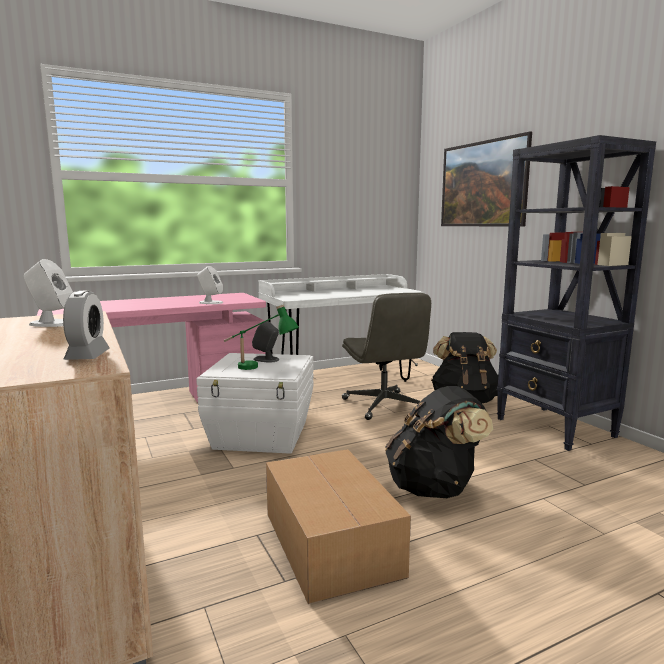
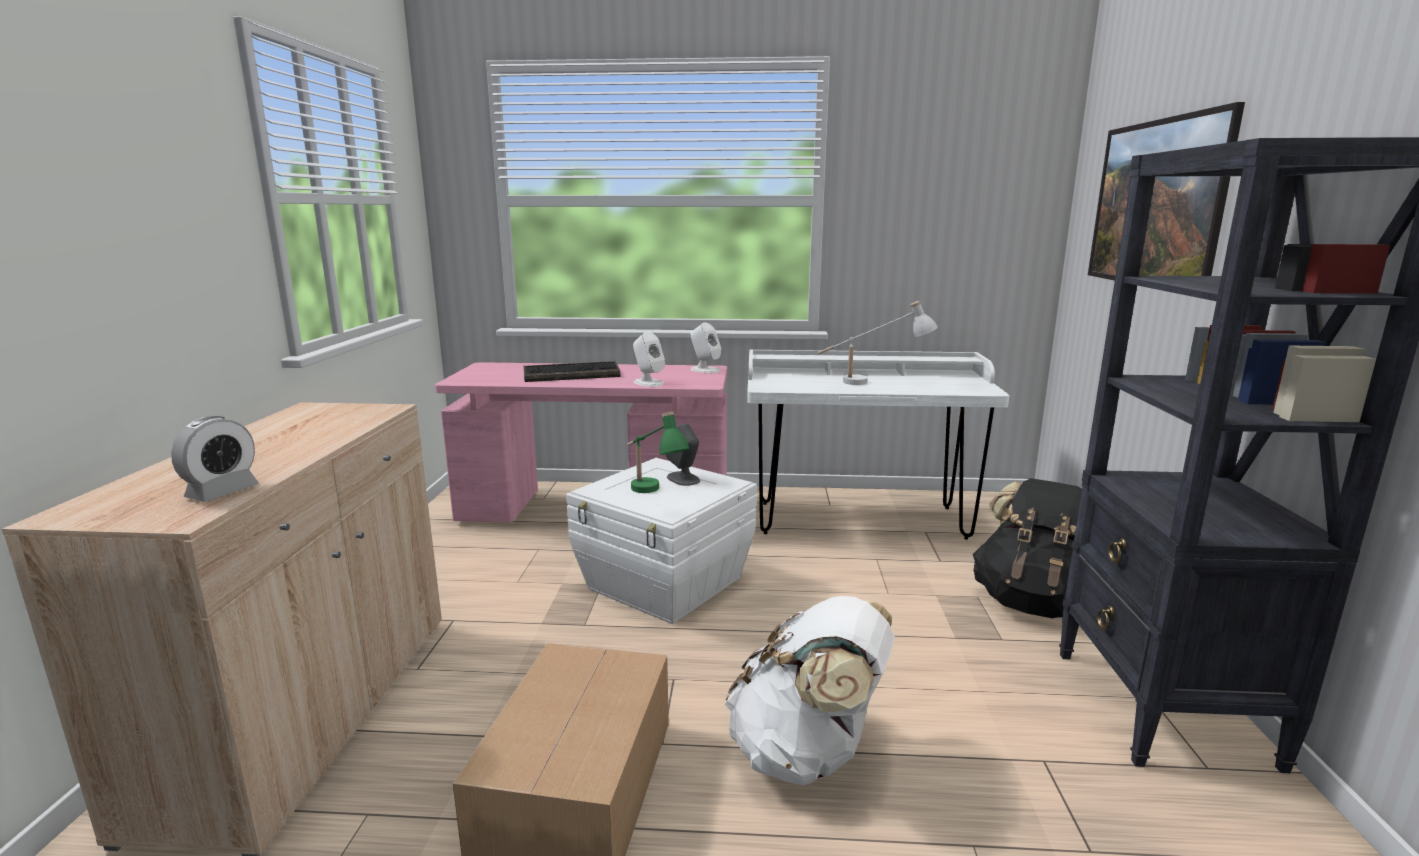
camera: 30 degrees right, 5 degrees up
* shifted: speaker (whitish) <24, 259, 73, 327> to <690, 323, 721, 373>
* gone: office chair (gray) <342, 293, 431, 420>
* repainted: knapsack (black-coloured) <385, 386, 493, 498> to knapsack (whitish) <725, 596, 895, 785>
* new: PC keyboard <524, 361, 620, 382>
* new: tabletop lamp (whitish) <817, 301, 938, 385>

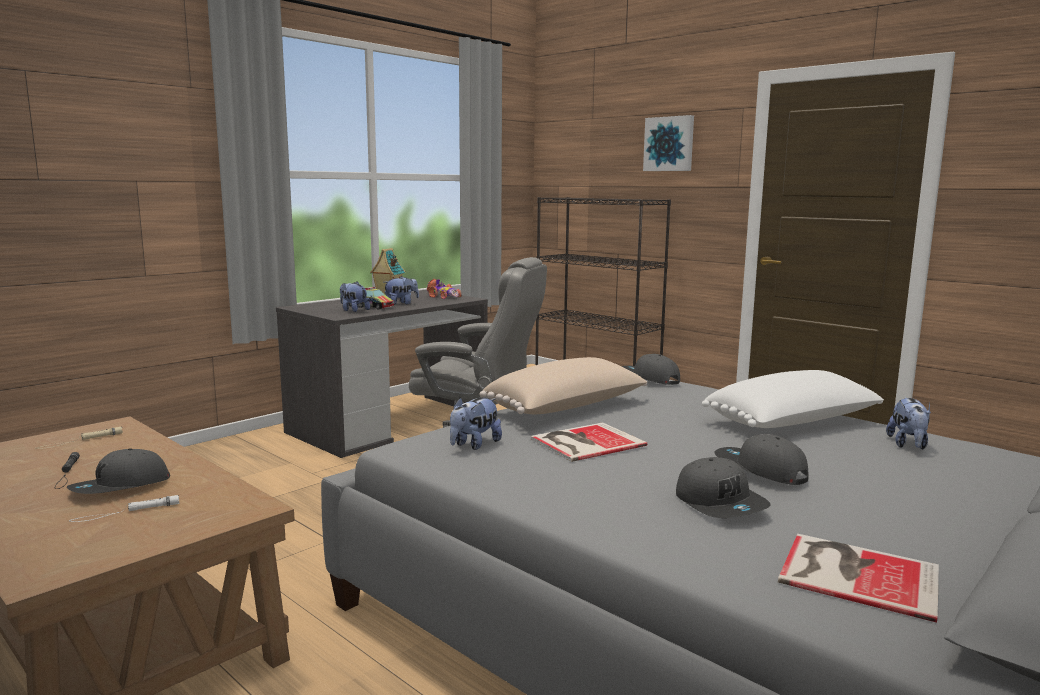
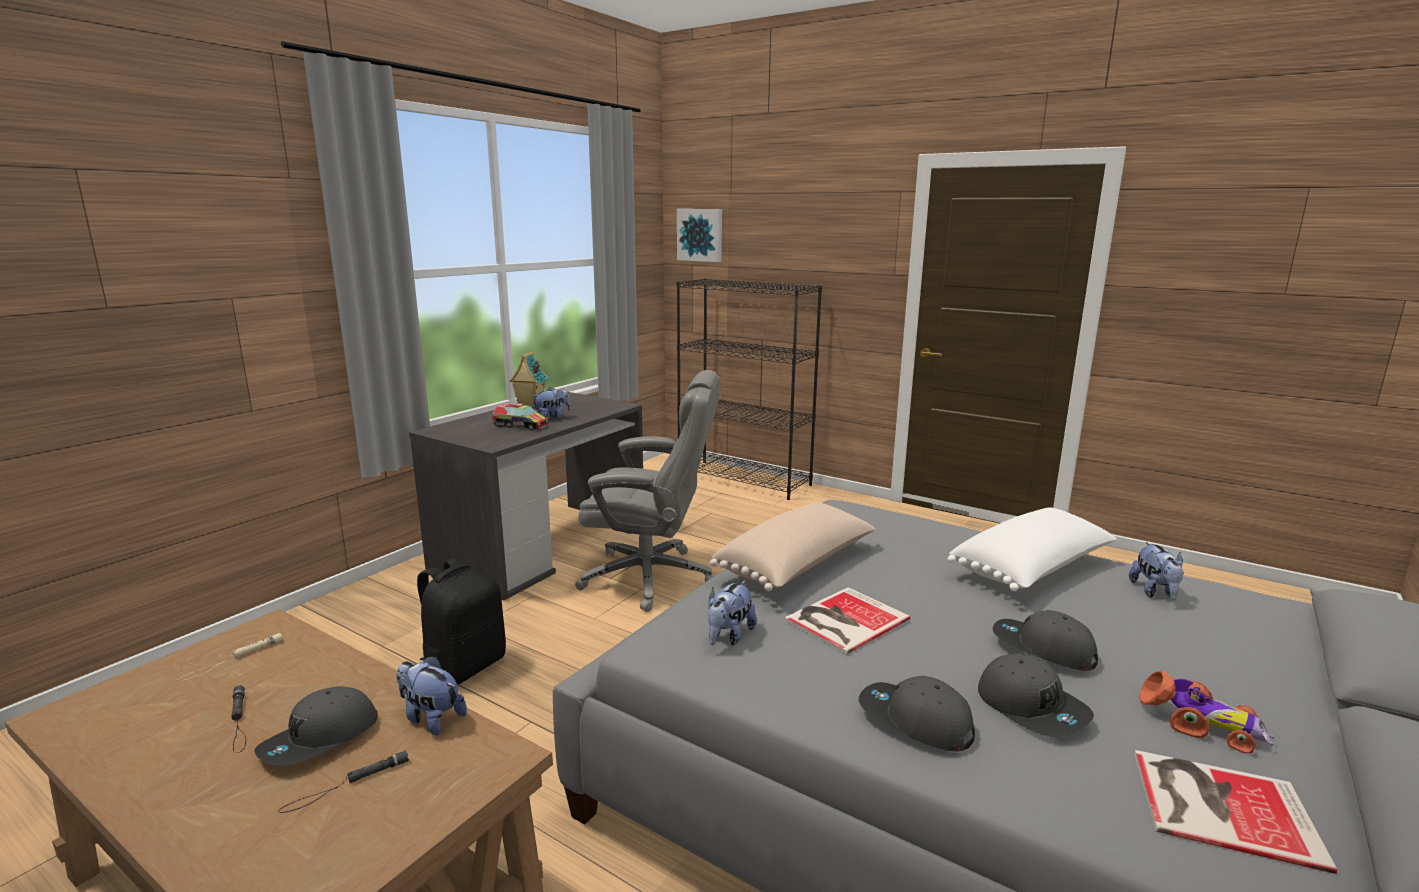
camera: 10 degrees left, 5 degrees up
* repainted: flashlight (whitish) <69, 495, 180, 522> to flashlight (black-coloured) <278, 750, 409, 813>
* shifted: plush toy <340, 281, 370, 312> to <397, 656, 467, 735>
* shifted: toy car <427, 279, 461, 299> to <1139, 670, 1274, 753>
* shifted: baseball cap (gray) <621, 354, 680, 385> to <859, 676, 975, 752>
* shifted: wall picture <643, 115, 694, 171> to <677, 209, 722, 262>
* new: knapsack (black-coloured) <417, 558, 506, 685>

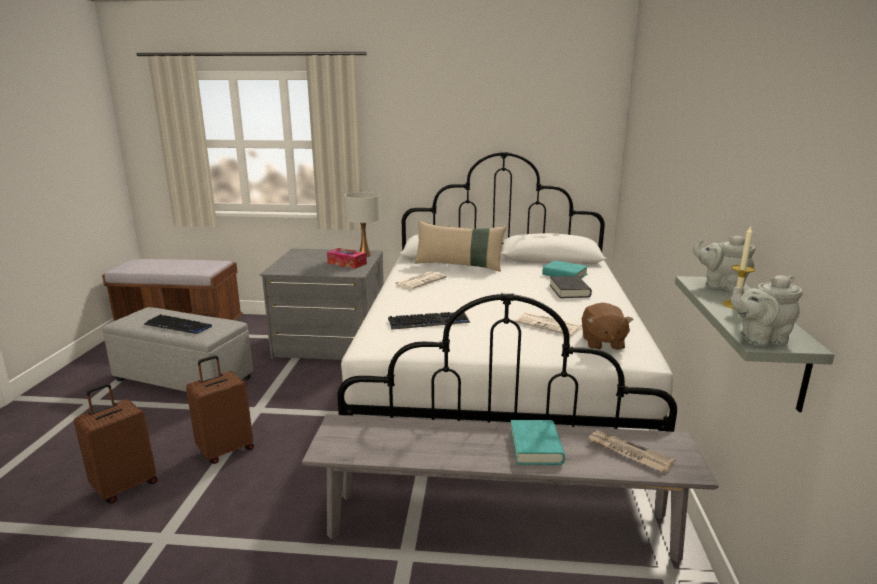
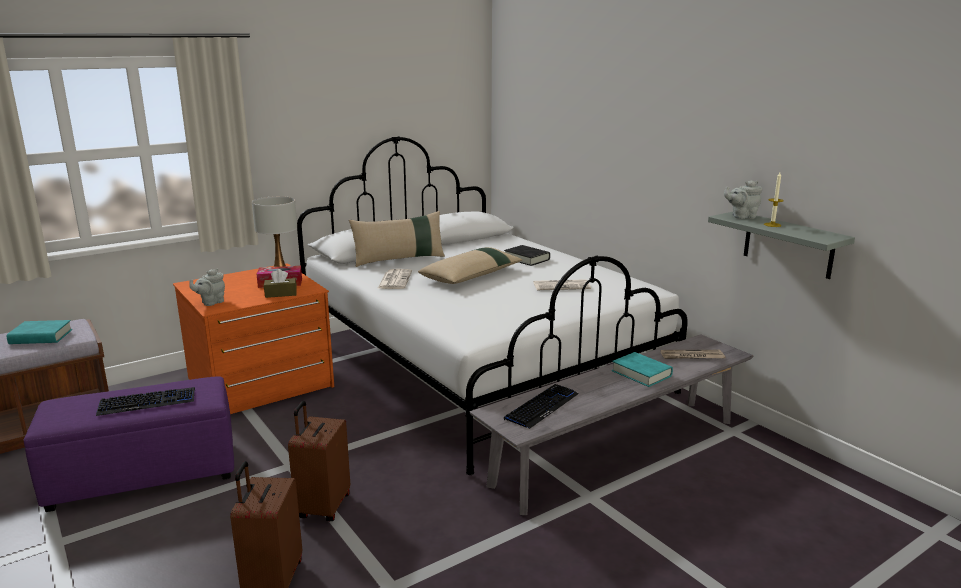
camera: 40 degrees left, 0 degrees up
* repainted: pouffe (gray) <102, 307, 253, 392> to pouffe (purple-coloured) <24, 376, 234, 512>
* repainted: chest of drawers (gray) <260, 248, 384, 360> to chest of drawers (orangey) <173, 263, 334, 414>
* shifted: PC keyboard <388, 312, 470, 330> to <504, 384, 578, 429>
* shifted: volume (turquoise) <542, 260, 588, 278> to <7, 320, 72, 344>
* gone: plush toy (brownish) <582, 303, 633, 350>
* shifted: pot for tea (gray) <731, 275, 803, 346> to <189, 269, 225, 306>
* new: box of tissues (brownish) <264, 269, 297, 298>
* new: pillow (beige) <418, 247, 522, 284>

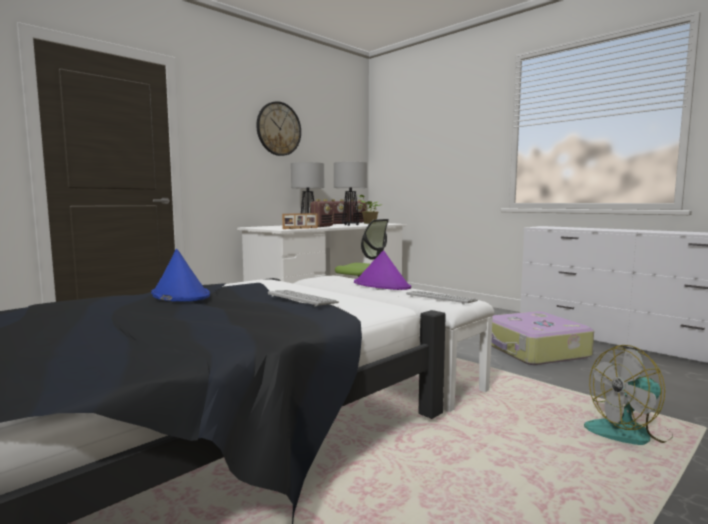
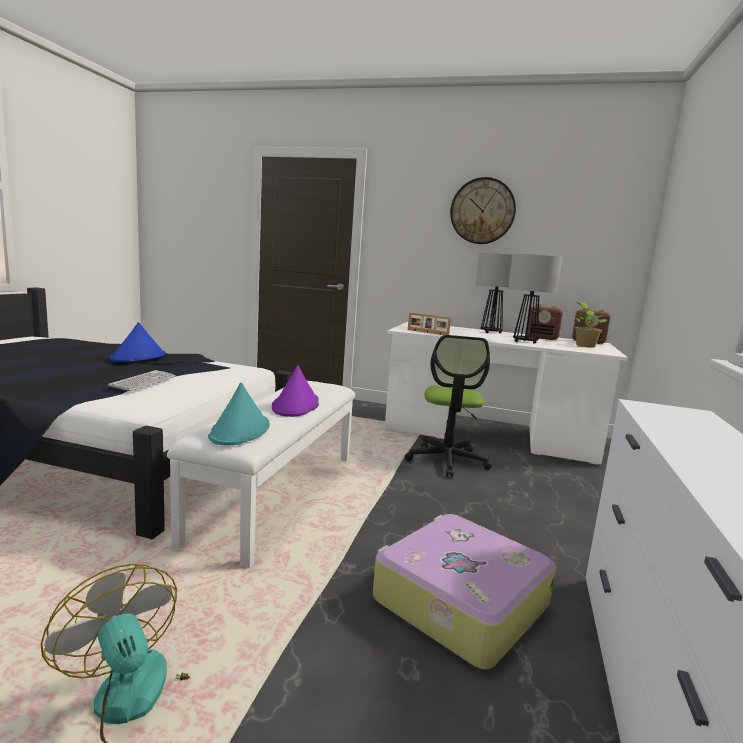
camera: 60 degrees right, 5 degrees up
* gone: radio receiver <310, 199, 333, 227>
* swapped: PC keyboard <406, 291, 478, 304> to hat (turquoise) <208, 383, 269, 446>

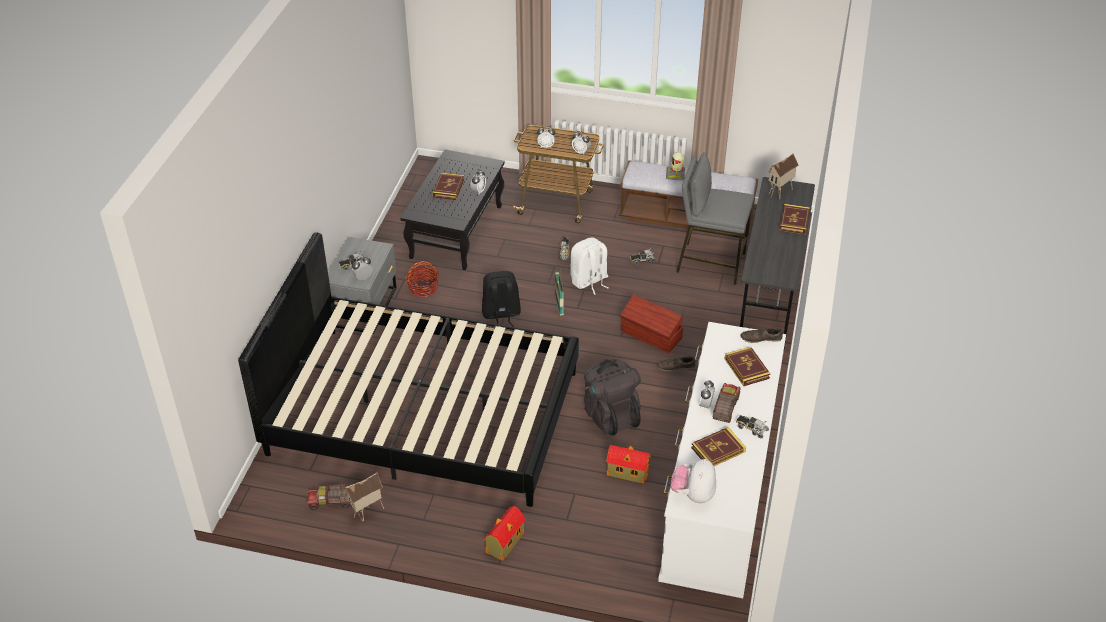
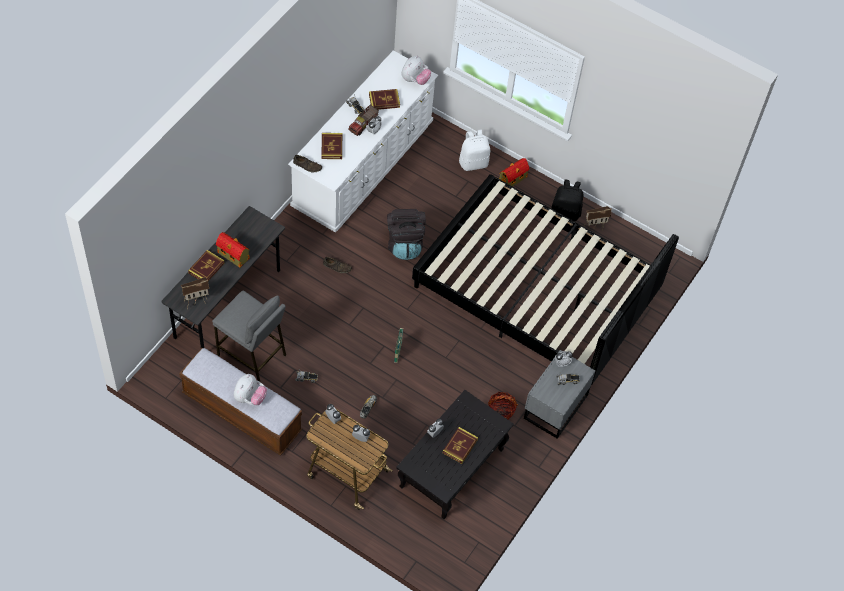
camera: 165 degrees left, 15 degrees up
* gone: toy truck <307, 484, 353, 510>
* shifted: knapsack (black-coloured) <482, 271, 521, 327> to <551, 179, 583, 221>
* shifted: knapsack (whitish) <570, 237, 609, 295> to <459, 130, 490, 171>
* shifted: toy house <606, 445, 651, 484> to <216, 232, 250, 268>
* gone: storage bin (brownish) <620, 294, 684, 353>
* swapped: toy robot <666, 152, 685, 180> to plush toy <234, 374, 267, 405>

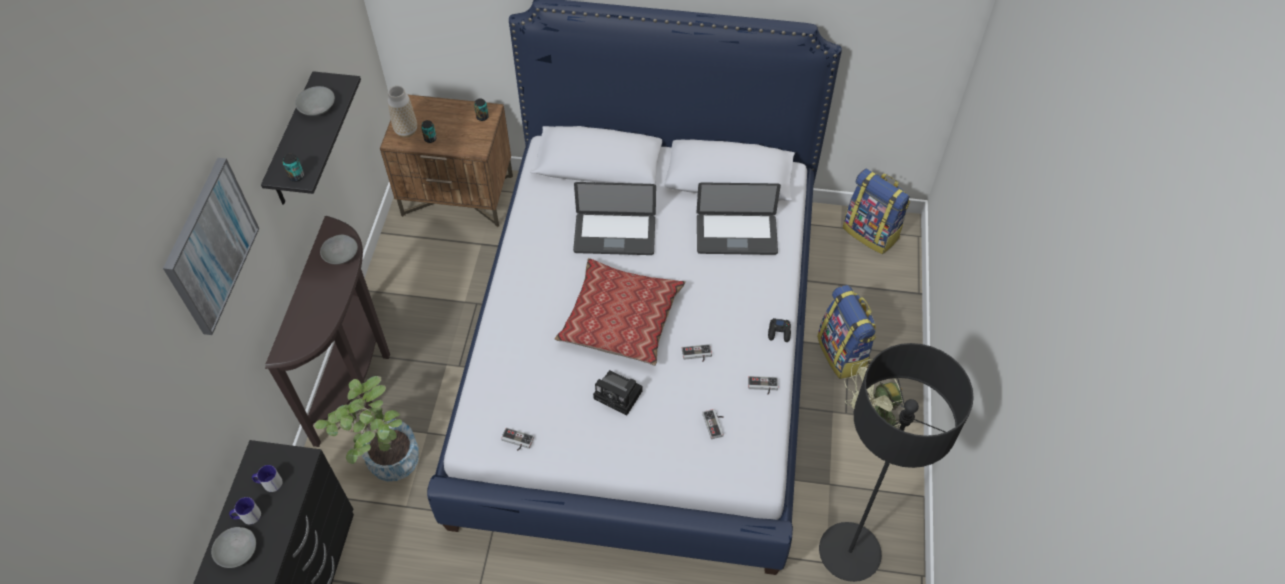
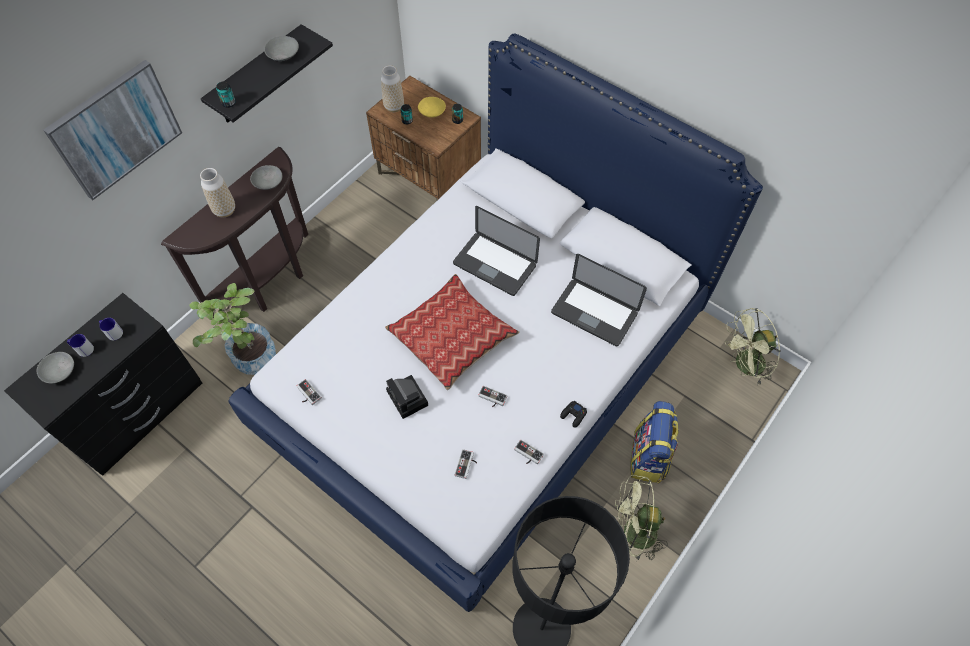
camera: 30 degrees right, 5 degrees up
* swapped: knapsack <843, 169, 910, 254> to fan (green-coloured) <725, 308, 781, 386>
* new: decorative vase <200, 168, 235, 217>
* new: deep dish (yellow) <418, 97, 446, 118>

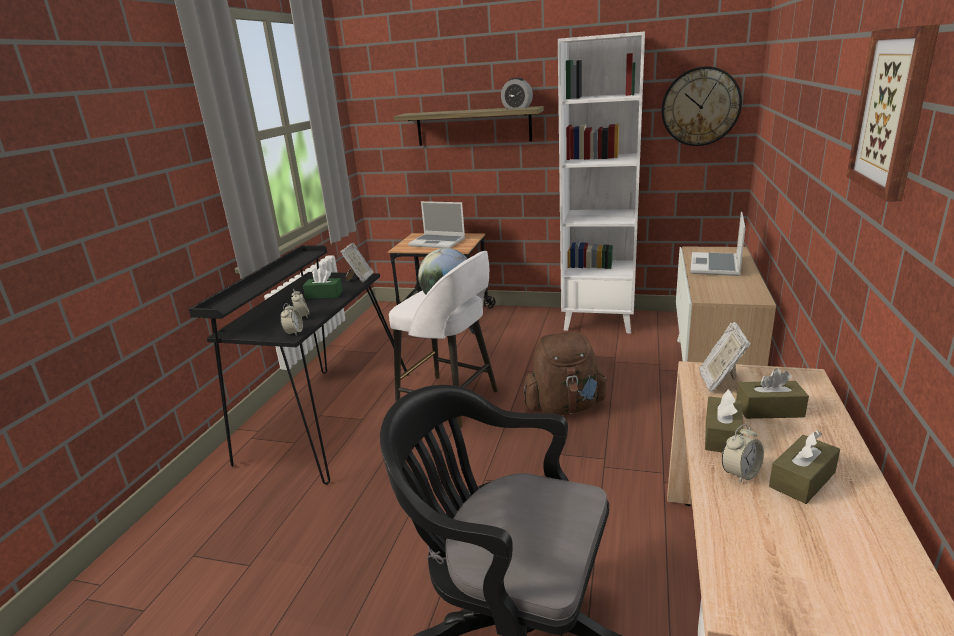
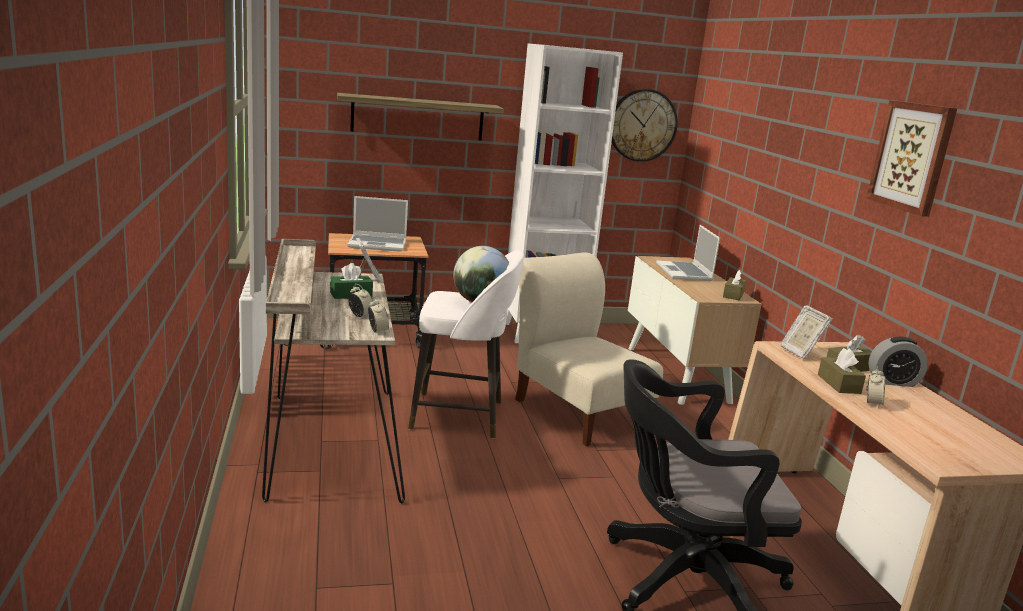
camera: 30 degrees left, 5 degrees down
* repainted: desk unit (black-coloured) <189, 245, 409, 485> to desk unit (beige) <262, 239, 405, 503>
* shifted: table clock <501, 78, 533, 109> to <868, 337, 928, 387>
* swapped: knapsack (brownish) <523, 332, 608, 415> to plain chair (beige) <515, 252, 663, 446>
* shifted: box of tissues (brownish) <769, 430, 840, 504> to <723, 270, 746, 300>

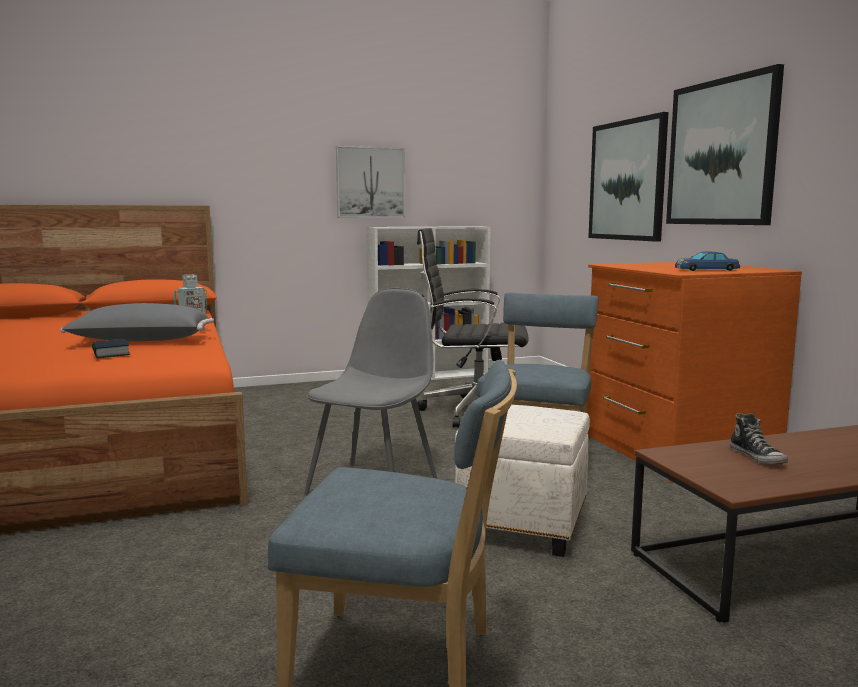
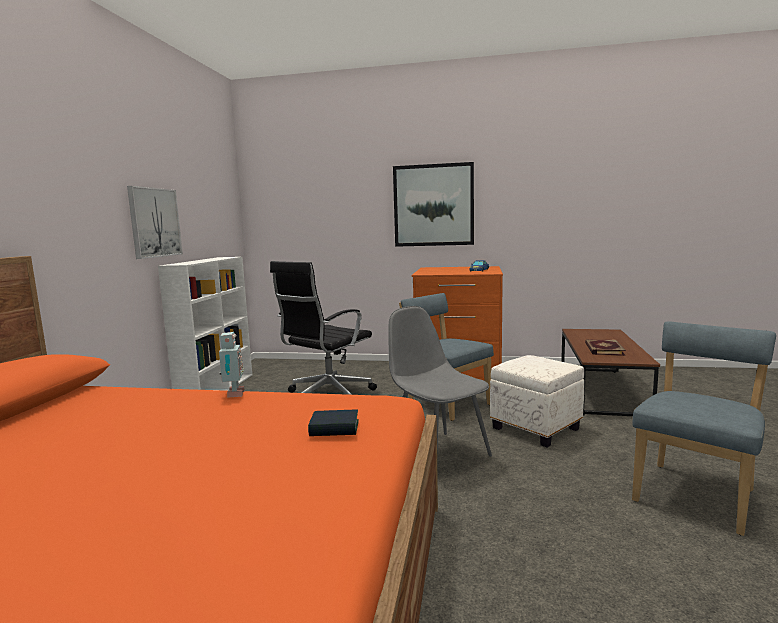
camera: 60 degrees left, 0 degrees up
* gone: pillow (gray) <60, 303, 214, 341>
* gone: wall picture <588, 112, 669, 242>
* swapped: shoe <730, 413, 788, 464> to volume <585, 339, 626, 356>

